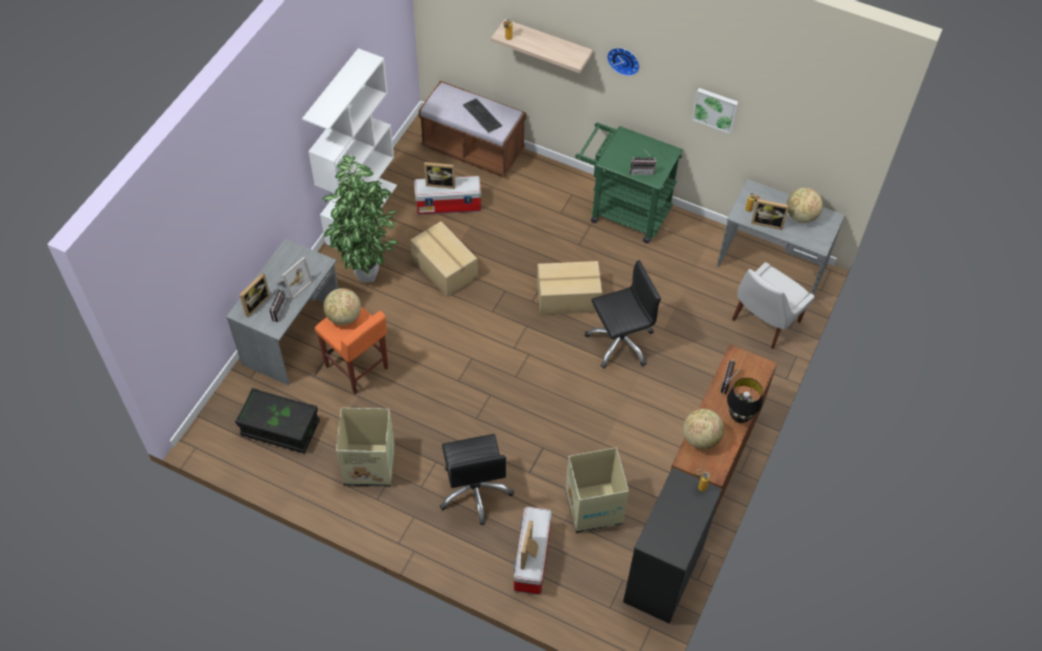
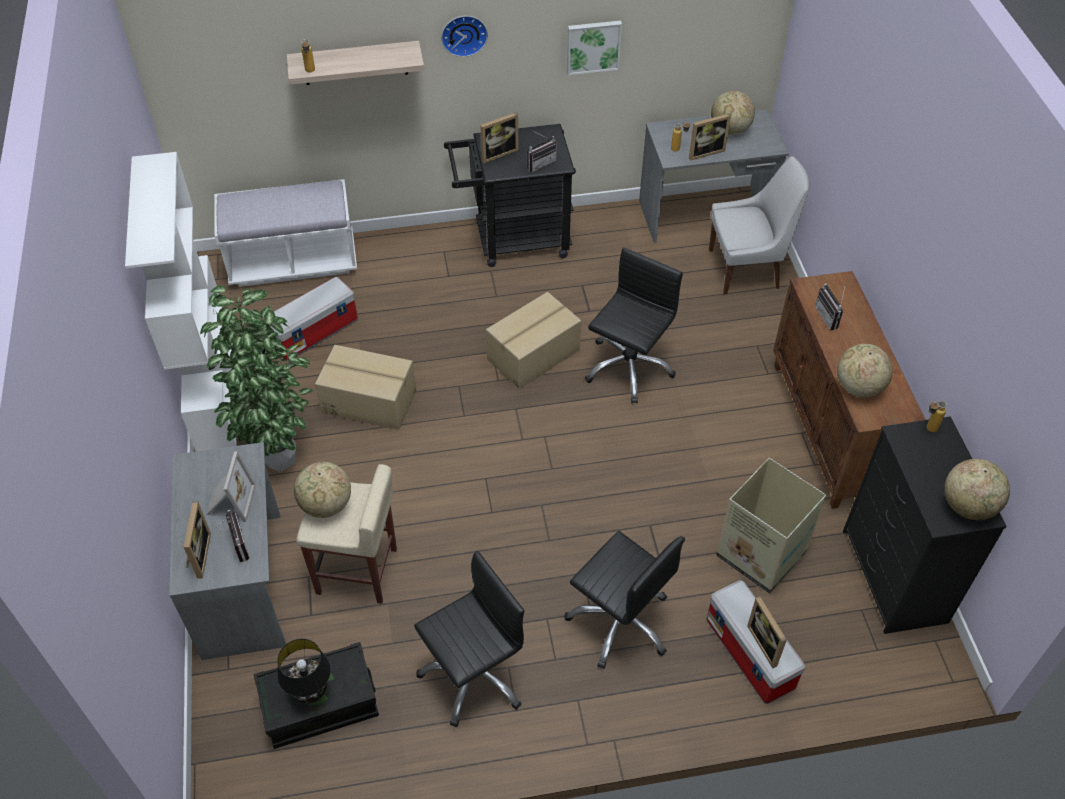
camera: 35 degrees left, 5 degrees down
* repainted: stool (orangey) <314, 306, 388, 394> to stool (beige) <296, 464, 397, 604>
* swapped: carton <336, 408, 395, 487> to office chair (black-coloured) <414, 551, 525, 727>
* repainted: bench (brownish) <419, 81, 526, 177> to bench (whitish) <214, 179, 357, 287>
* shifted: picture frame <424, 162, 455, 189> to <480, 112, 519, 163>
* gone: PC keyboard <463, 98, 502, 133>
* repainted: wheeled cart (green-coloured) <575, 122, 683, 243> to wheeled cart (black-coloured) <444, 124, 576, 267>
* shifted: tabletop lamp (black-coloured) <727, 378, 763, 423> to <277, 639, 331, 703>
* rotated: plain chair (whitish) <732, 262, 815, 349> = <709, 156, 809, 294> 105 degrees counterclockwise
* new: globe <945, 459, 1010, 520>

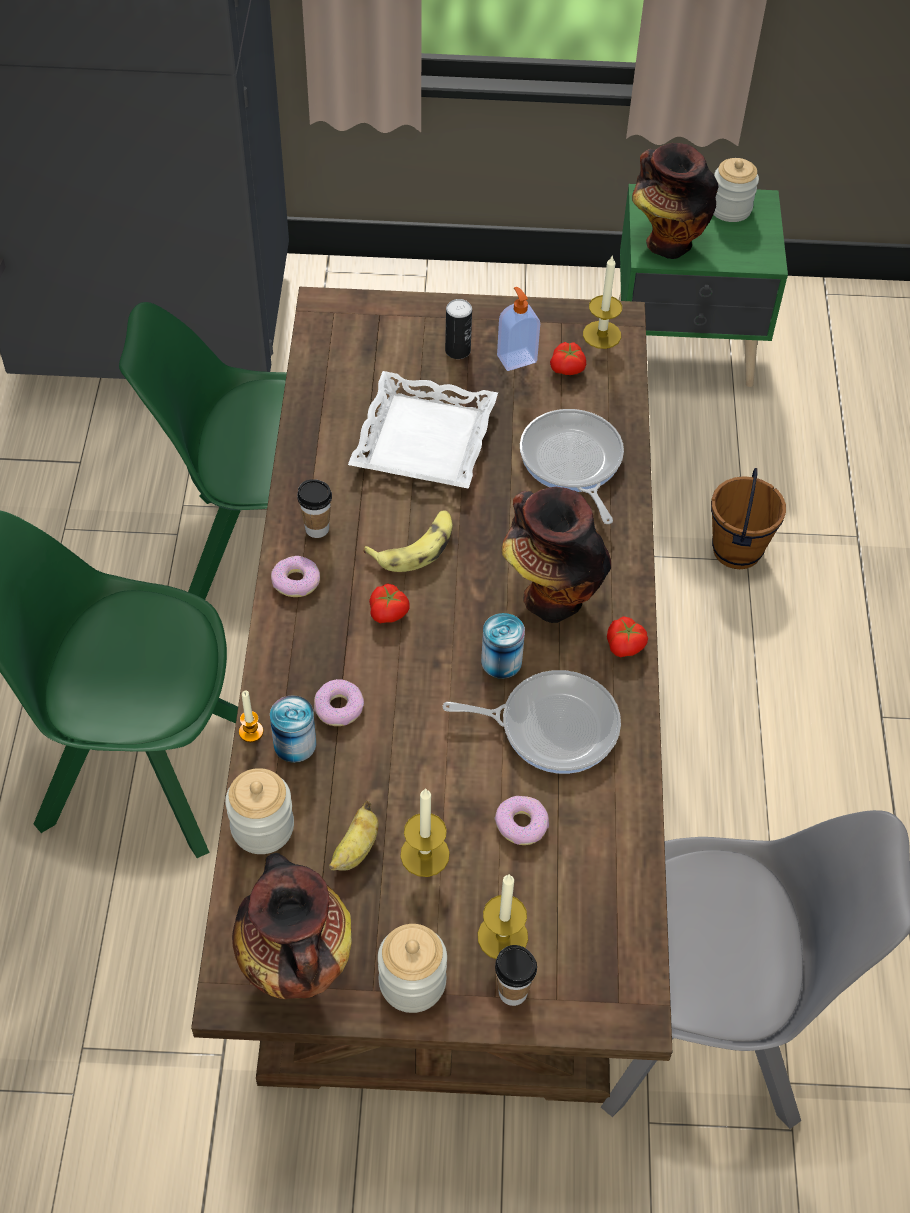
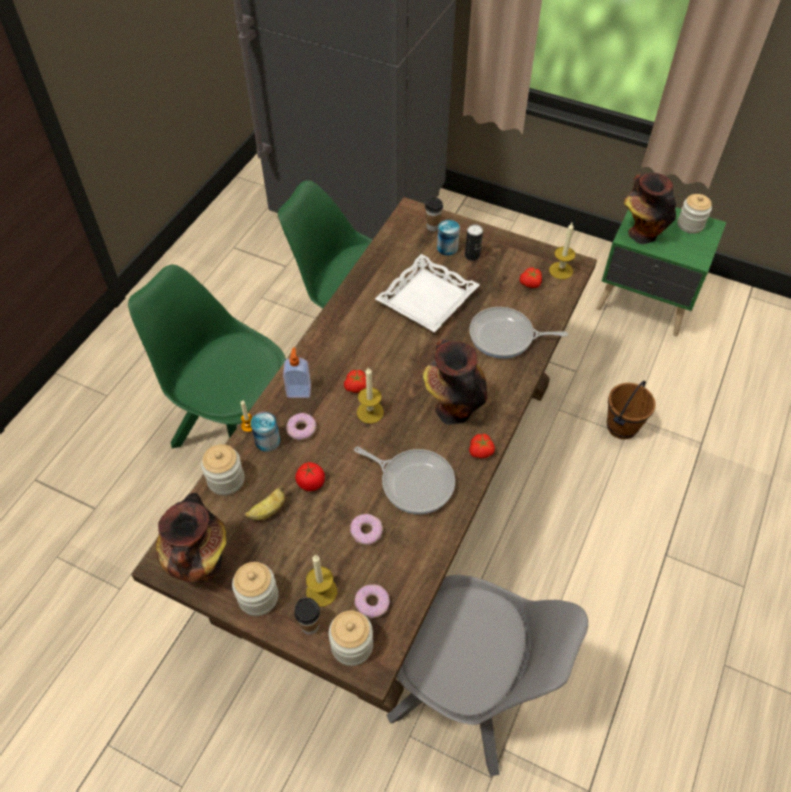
camera: 25 degrees right, 0 degrees up
* shifted: doughnut <271, 556, 320, 597> to <354, 585, 390, 618>
* shifted: drinking cup <297, 479, 332, 538> to <425, 197, 443, 231>
* gone: whole banana <363, 510, 453, 572>
* shifted: candle <400, 788, 450, 877> to <357, 367, 384, 424>
* shifted: metal can <481, 613, 525, 679> to <437, 220, 460, 256>
* shifted: liquid soap bottle <497, 287, 540, 371> to <283, 347, 311, 398>
* rotated: pan <520, 409, 624, 524> = <469, 307, 568, 359> 90 degrees counterclockwise
* new: tomato <295, 462, 325, 491>
* new: preserve jar <329, 610, 373, 666>

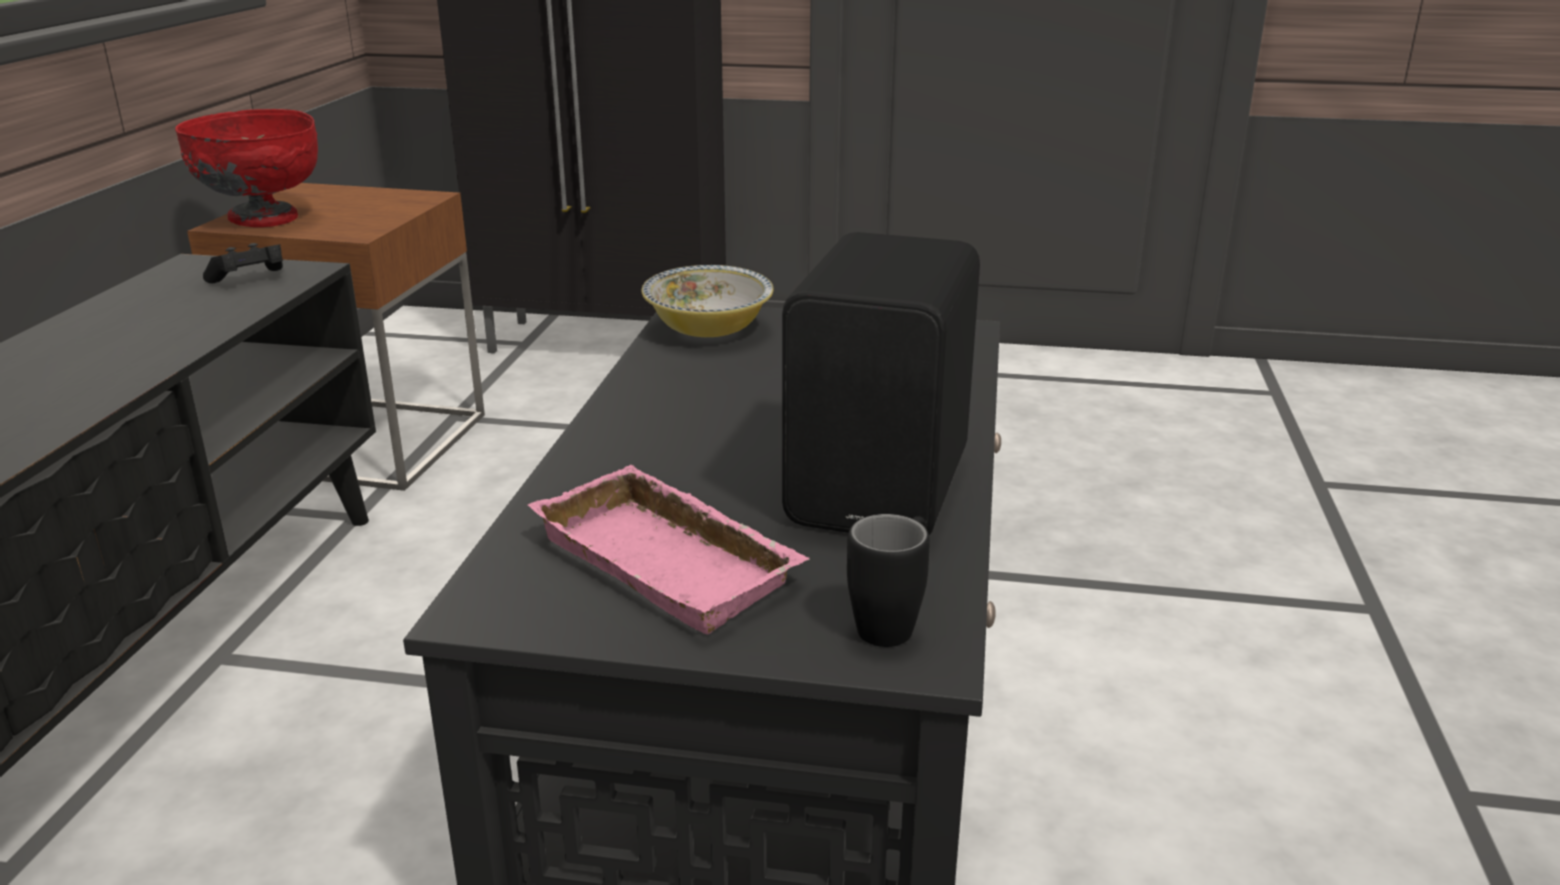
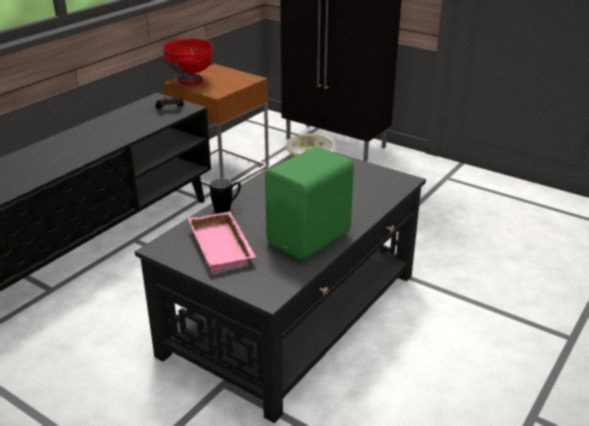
camera: 25 degrees right, 5 degrees up
* repainted: speaker (black-coloured) <782, 232, 980, 535> to speaker (green-coloured) <265, 146, 354, 260>
* shifted: coffee mug (black-coloured) <847, 514, 930, 647> to <210, 178, 241, 214>

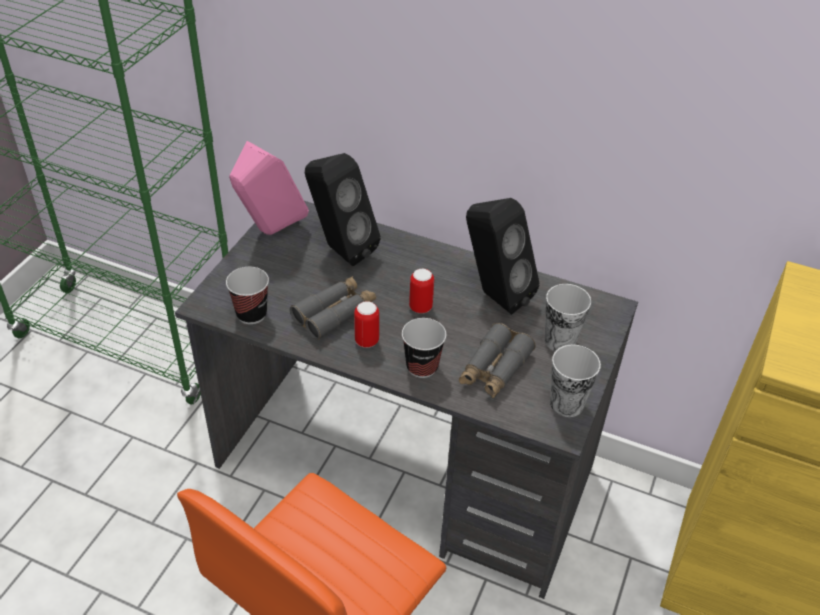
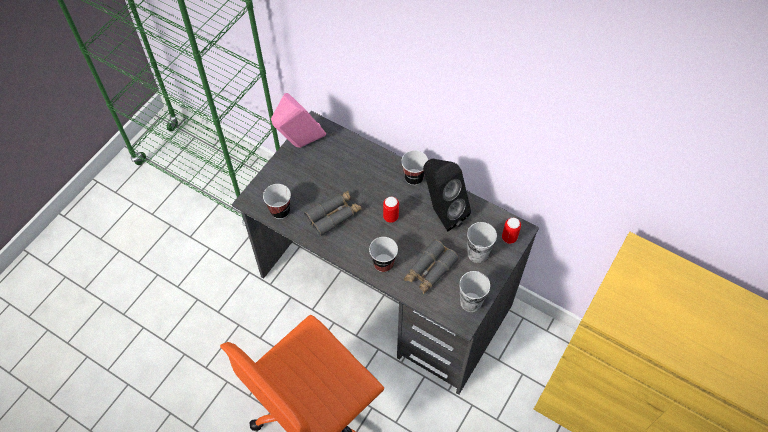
camera: 10 degrees right, 15 degrees up
* gone: speaker (black-coloured) <305, 153, 381, 266>
* shifted: metal can <354, 301, 379, 348> to <502, 218, 521, 244>
* new: drinking cup <401, 150, 428, 185>

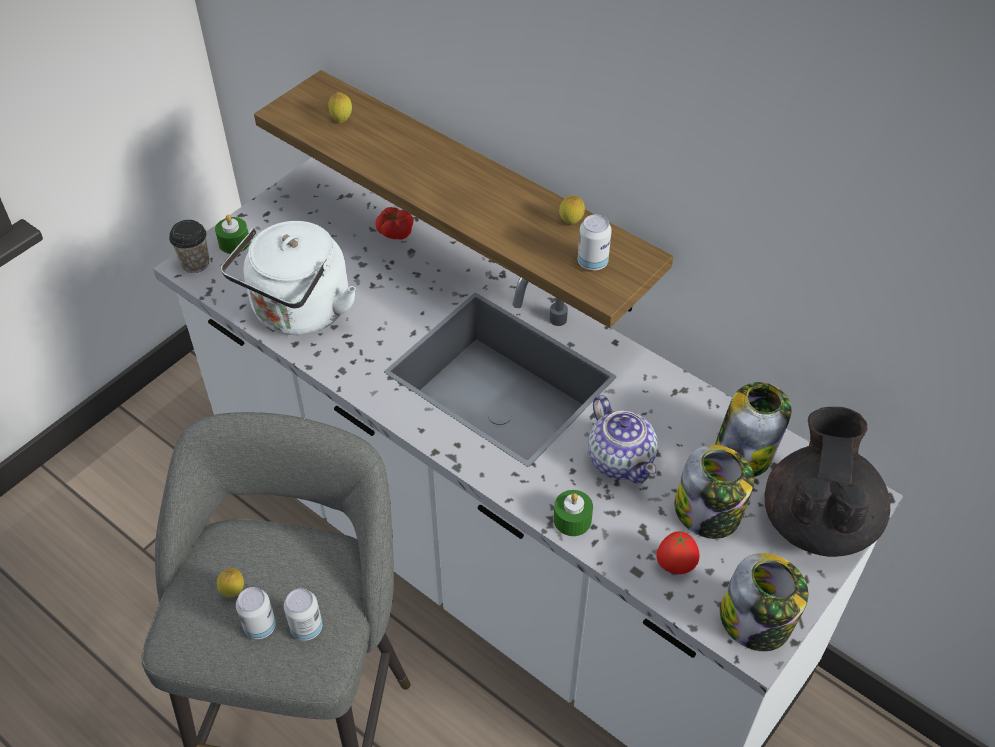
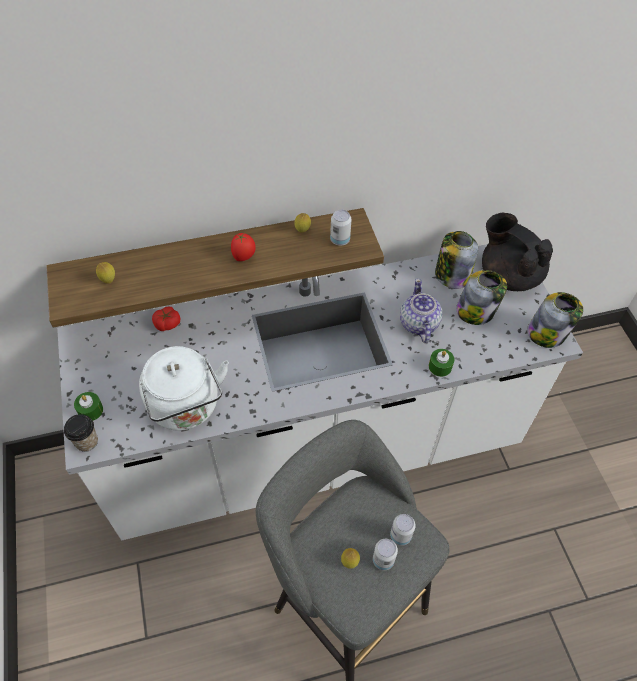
camera: 55 degrees left, 5 degrees up
* rotated: pot for tea <588, 395, 658, 484> = <400, 278, 442, 343> 105 degrees counterclockwise
* shifted: tomato <656, 532, 700, 574> to <231, 233, 256, 261>

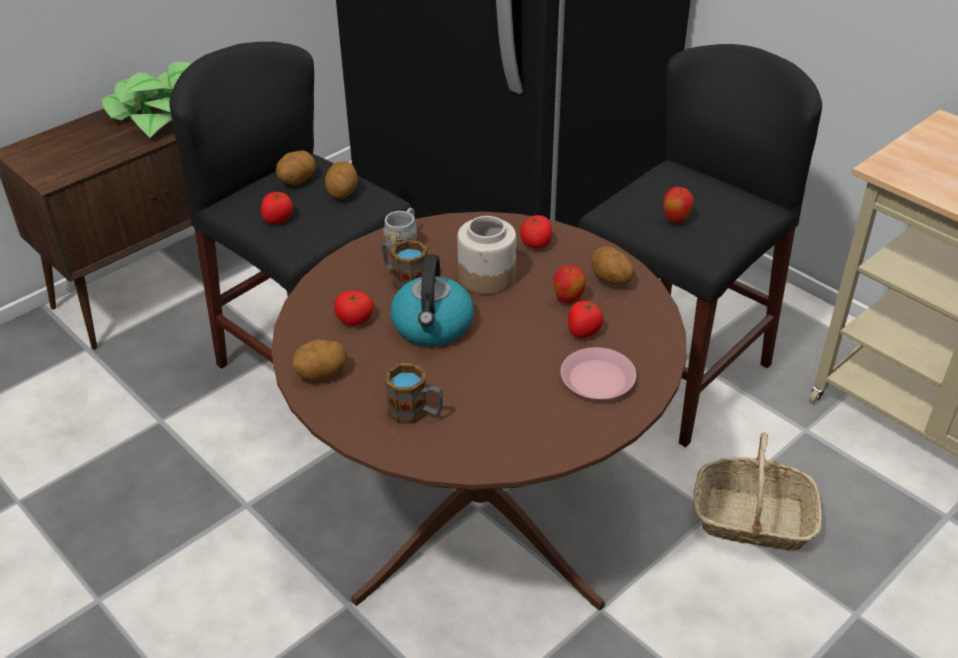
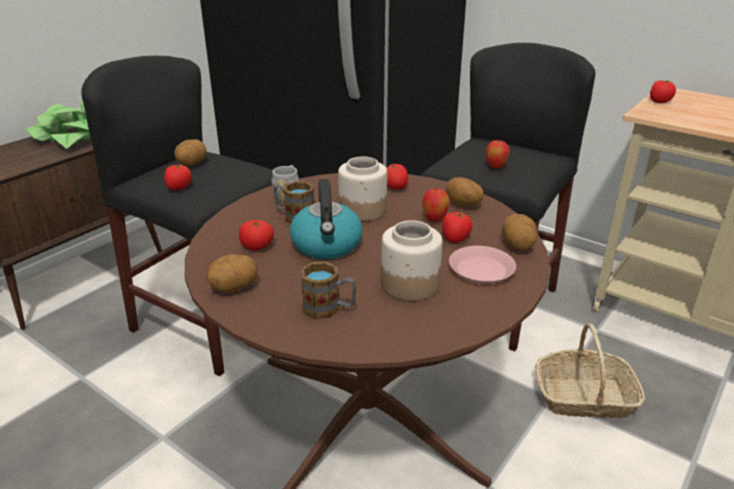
camera: 10 degrees left, 10 degrees down
* shifted: spud <325, 161, 358, 199> to <502, 214, 537, 251>
* new: preserve jar <381, 220, 442, 301>
* new: tomato <650, 80, 676, 103>

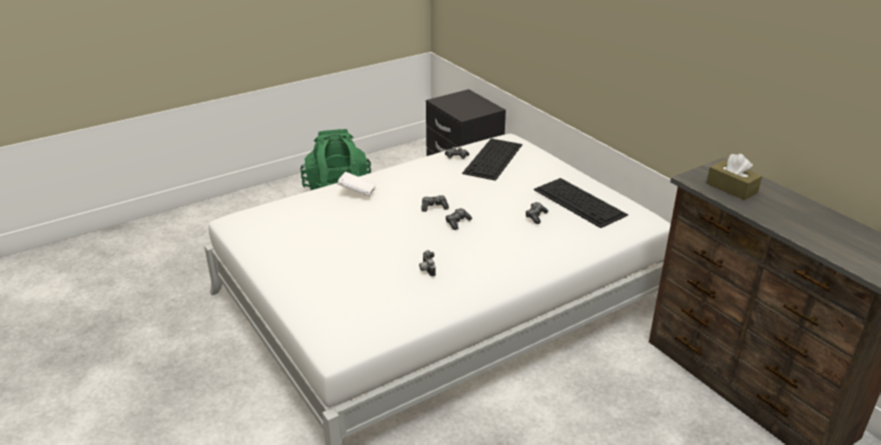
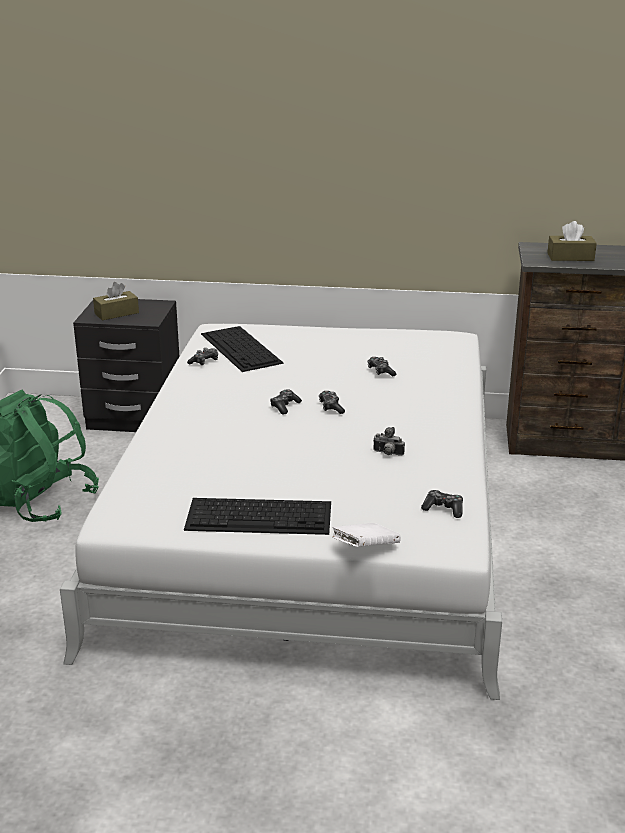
camera: 50 degrees left, 5 degrees down
* shifted: volume (whitish) <337, 172, 376, 197> to <332, 523, 401, 547>
* shifted: PC keyboard <534, 178, 628, 228> to <184, 498, 331, 535>
* new: box of tissues (brownish) <93, 282, 139, 321>
* new: game controller <421, 490, 463, 518>

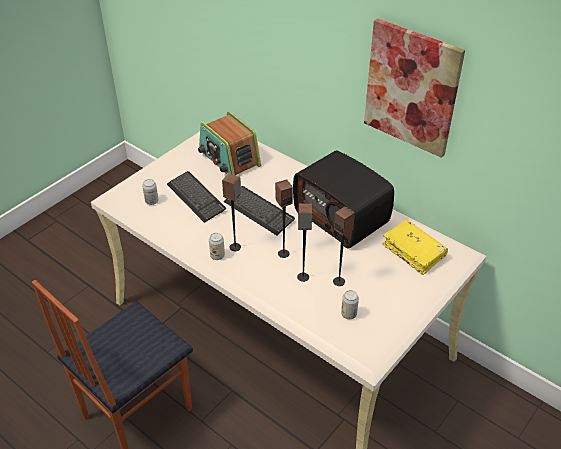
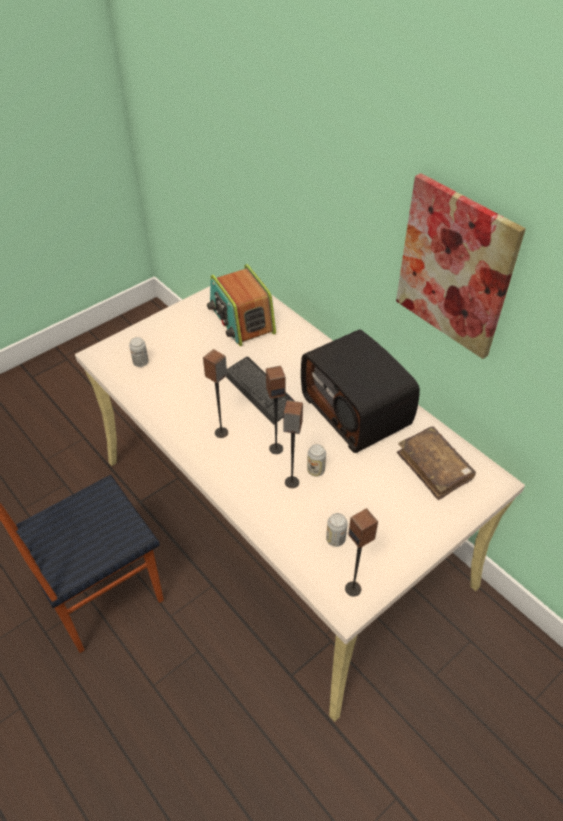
camera: 10 degrees right, 5 degrees up
* gone: PC keyboard <167, 171, 226, 223>
* shifted: metal can <209, 233, 225, 260> to <307, 444, 326, 477>
* shifted: speaker <333, 206, 355, 286> to <345, 509, 378, 597>
* repainted: volume (yellow) <382, 220, 448, 275> to volume (brownish) <397, 426, 476, 500>

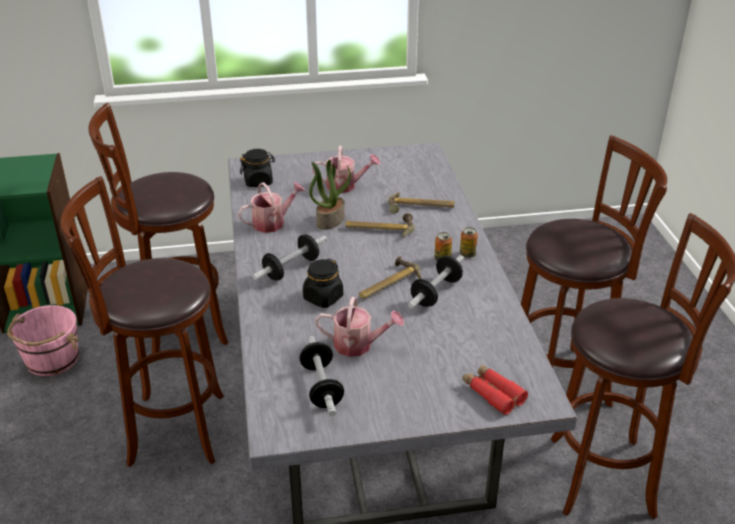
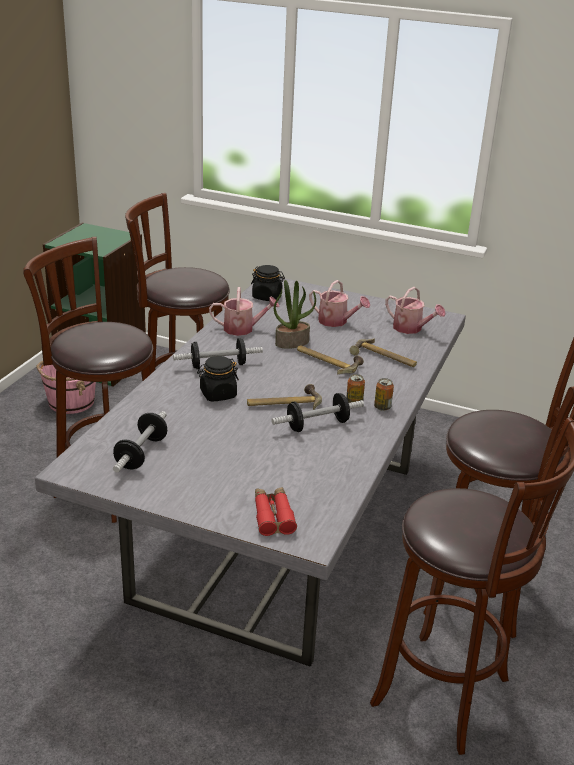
camera: 30 degrees right, 5 degrees down
* shifted: sprinkling can <315, 297, 404, 357> to <385, 287, 446, 334>

